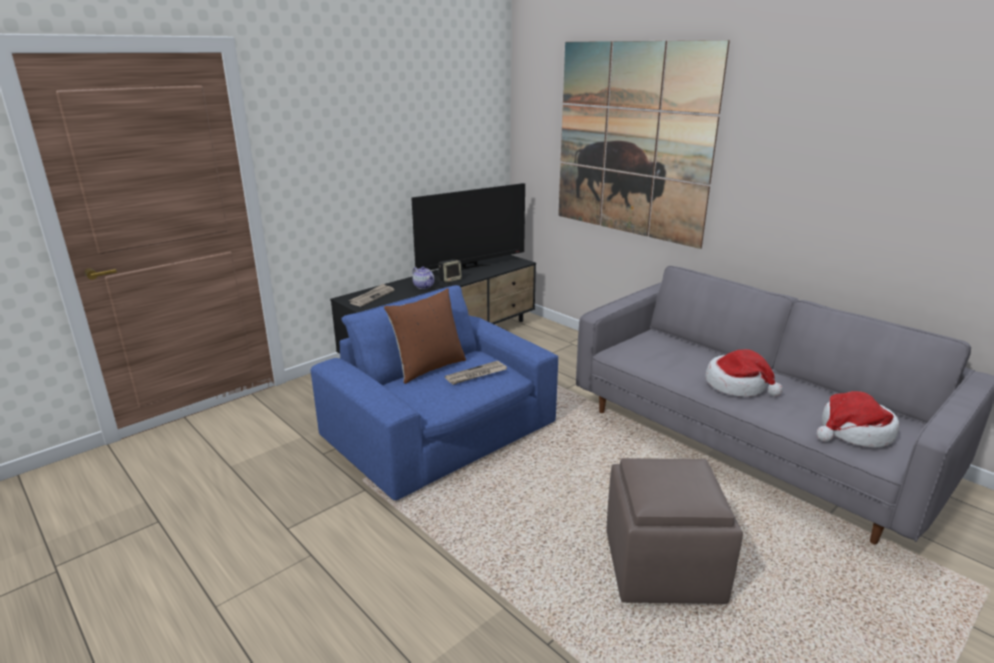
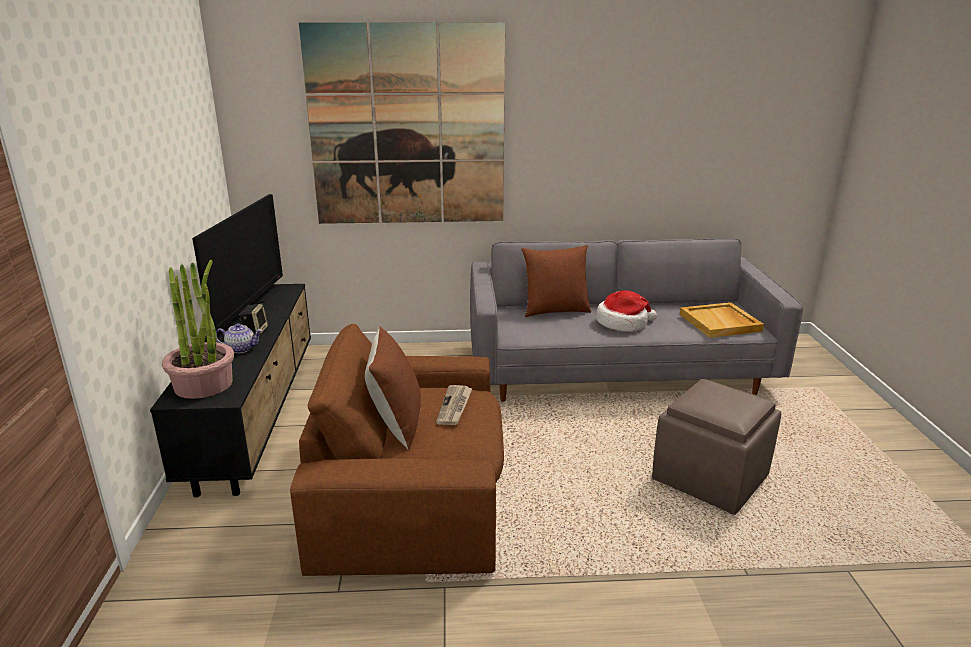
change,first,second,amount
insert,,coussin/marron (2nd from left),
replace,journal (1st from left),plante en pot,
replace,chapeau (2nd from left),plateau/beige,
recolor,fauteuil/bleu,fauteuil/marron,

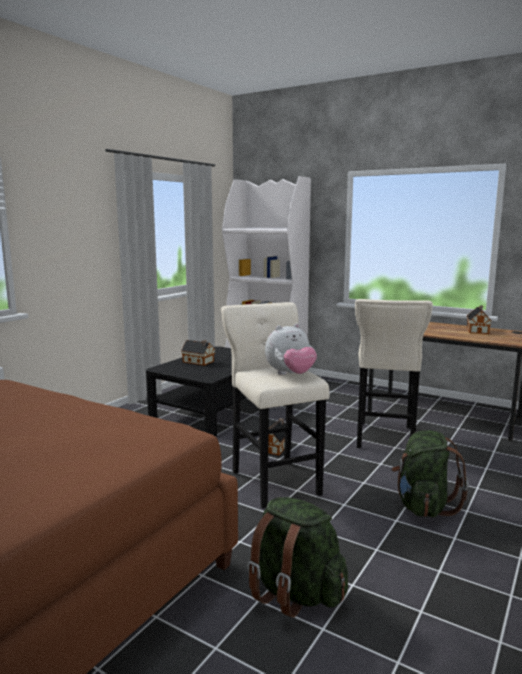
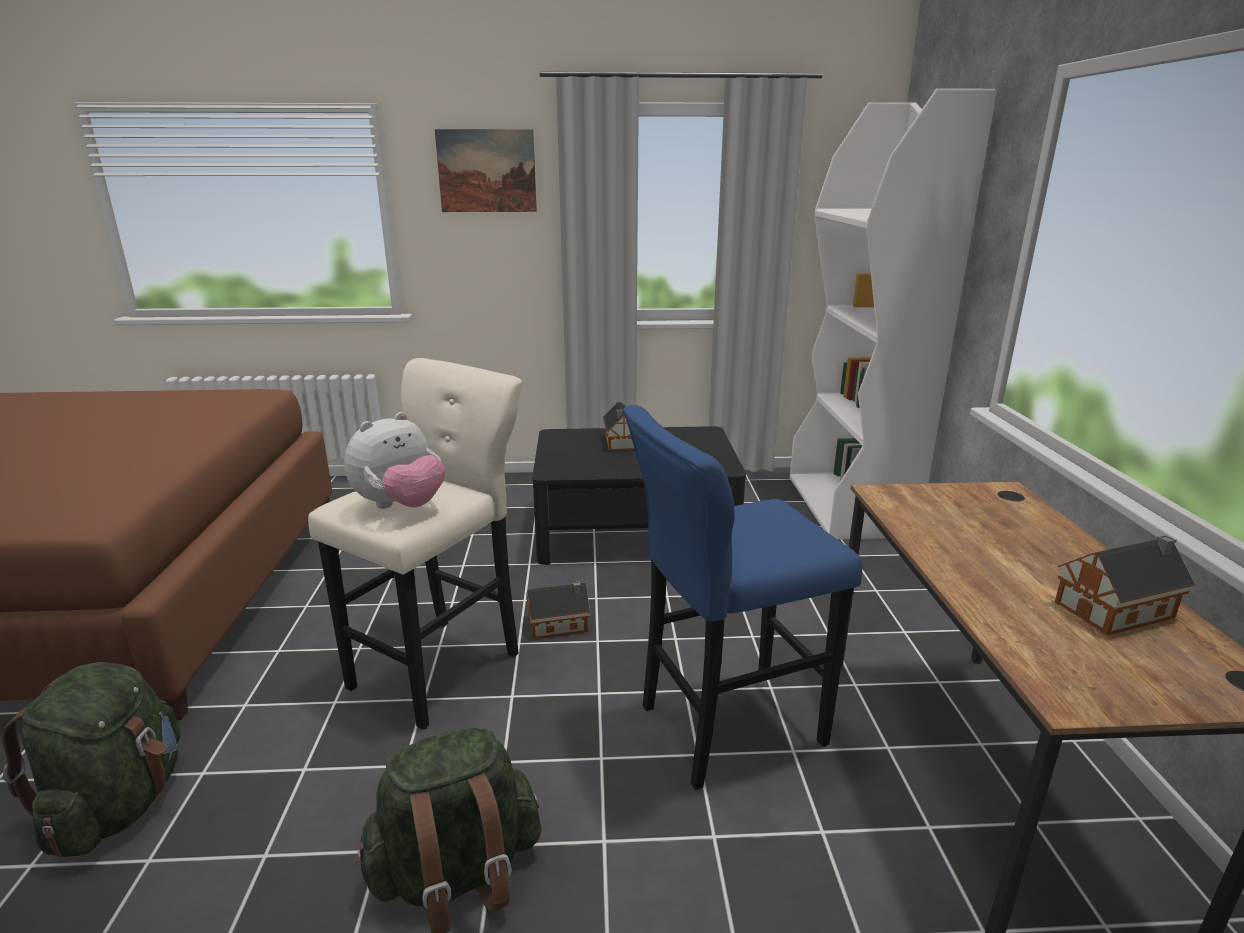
change,first,second,amount
insert,,tableau,
recolor,tabouret/beige (2nd from left),tabouret/bleu,
rotate,peluche,,75 degrees counterclockwise

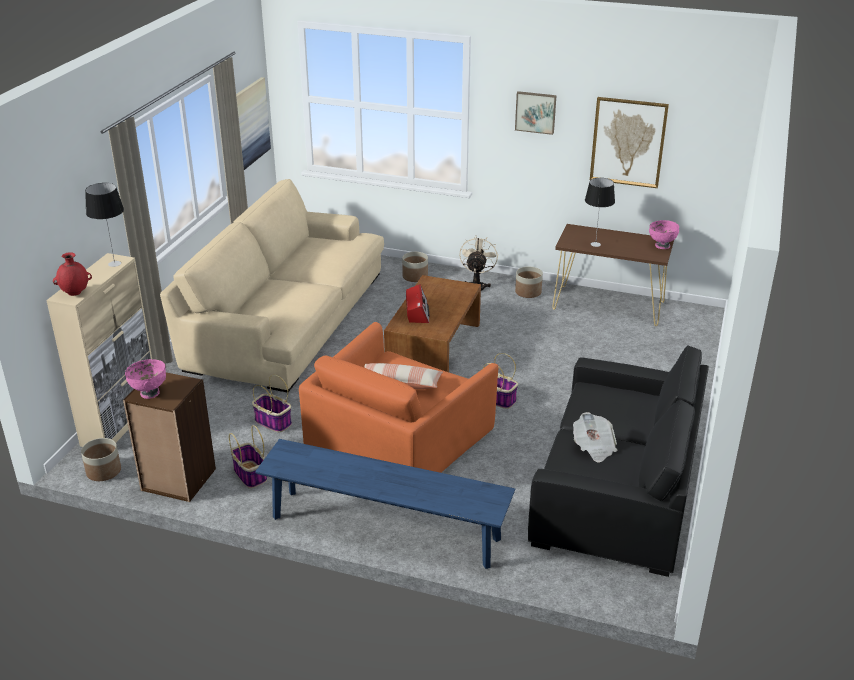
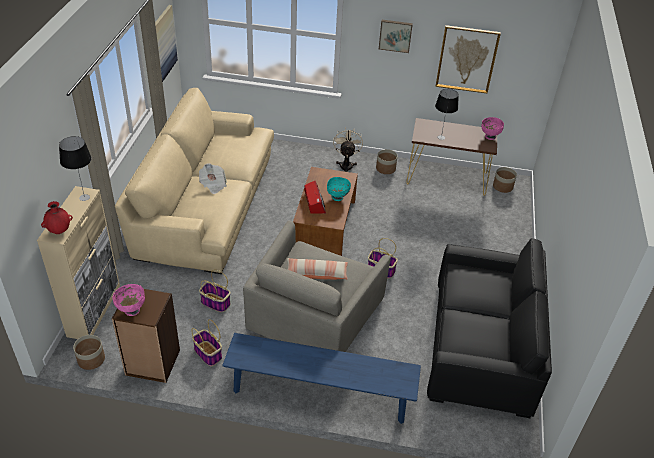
change,first,second,amount
insert,,bol/turquoise,
move,cache-pot (2nd from left in the first image),cache-pot (3rd from left),
move,journal,,
recolor,fauteuil/orange,fauteuil/gris,

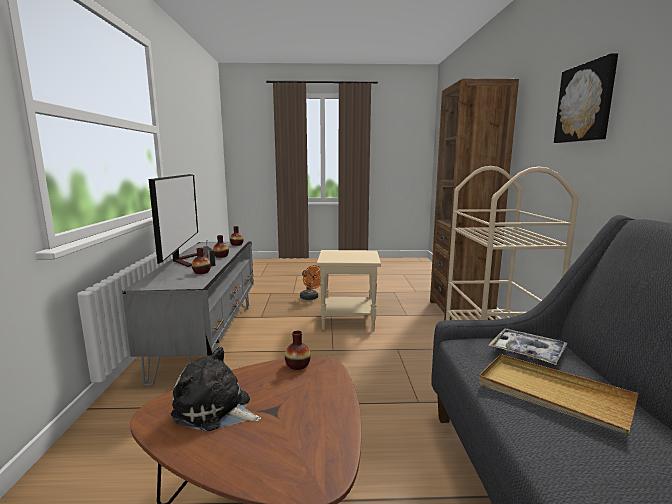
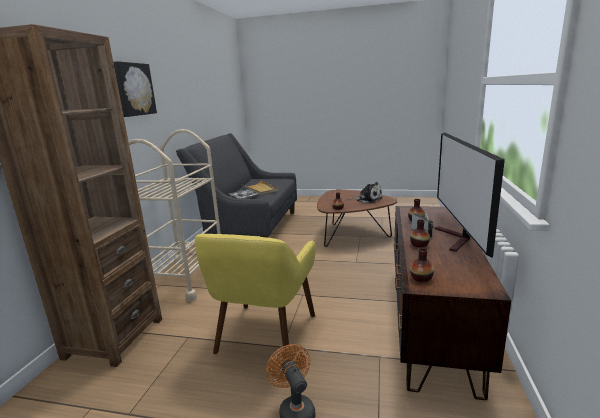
change,first,second,amount
replace,table d'appoint/beige,fauteuil/jaune,
recolor,meuble télé/gris,meuble télé/marron,

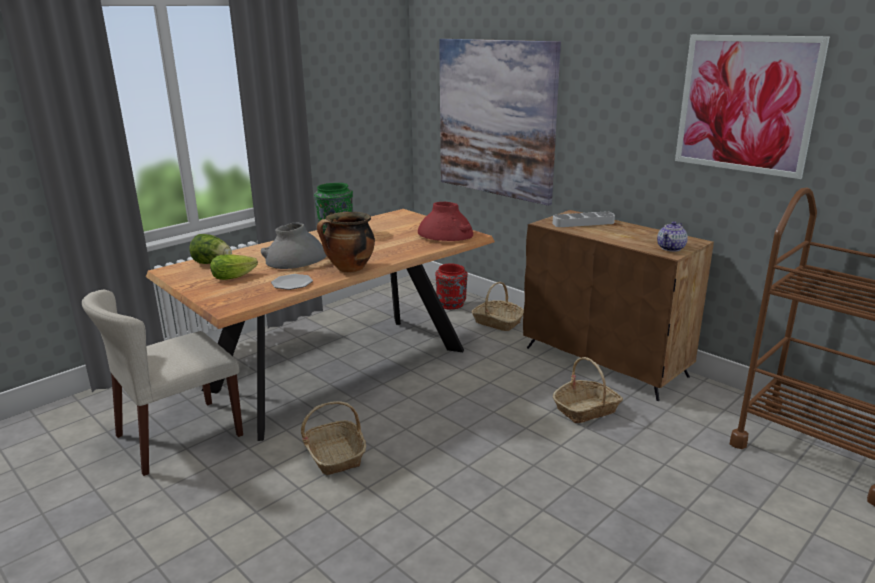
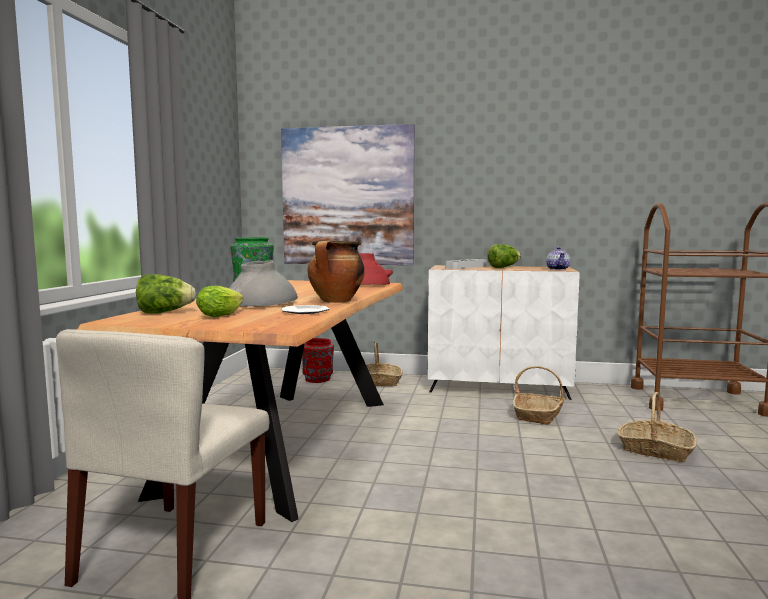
change,first,second,amount
delete,tableau (2nd from left),,
insert,,laitue (3rd from left),
move,panier (1st from left in the first image),panier (3rd from left),
recolor,meuble de rangement/marron,meuble de rangement/blanc,

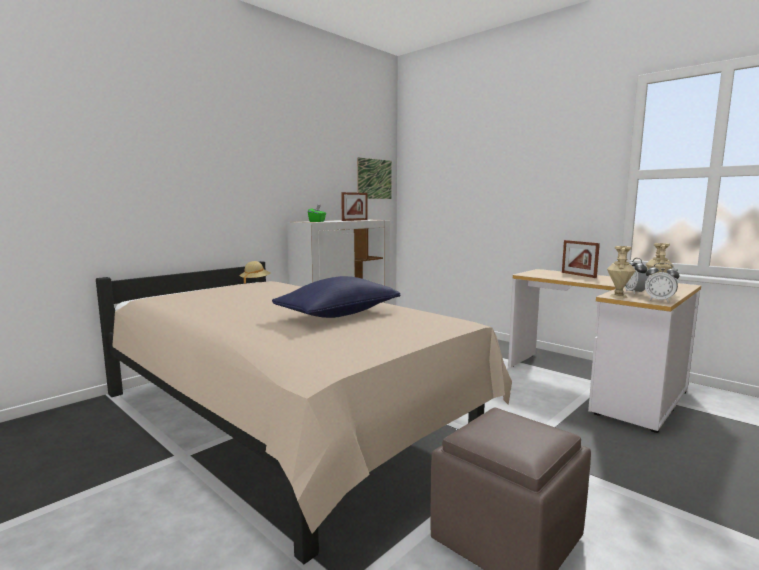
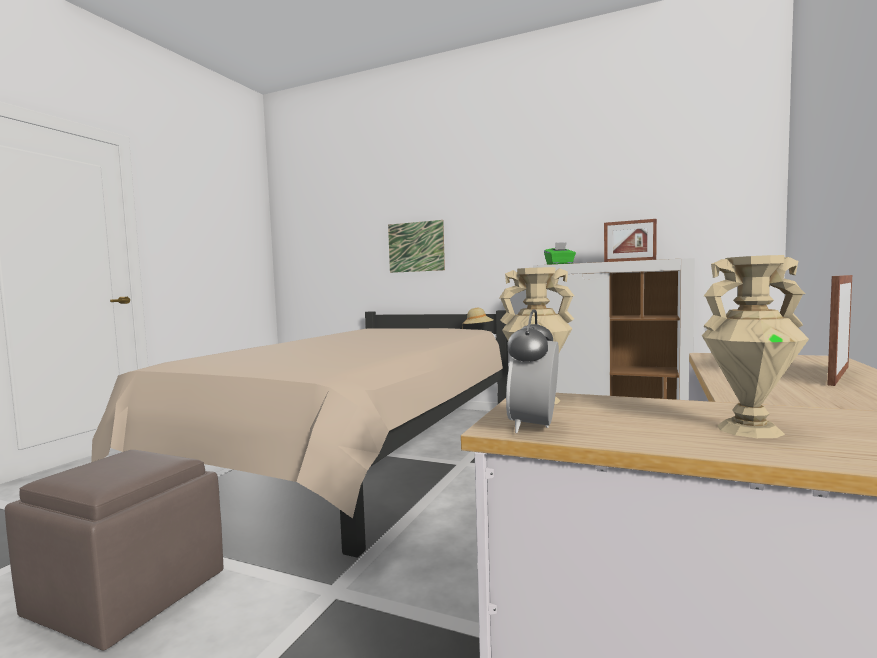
change,first,second,amount
delete,coussin/bleu,,
delete,réveil (1st from left),,
move,tableau,,

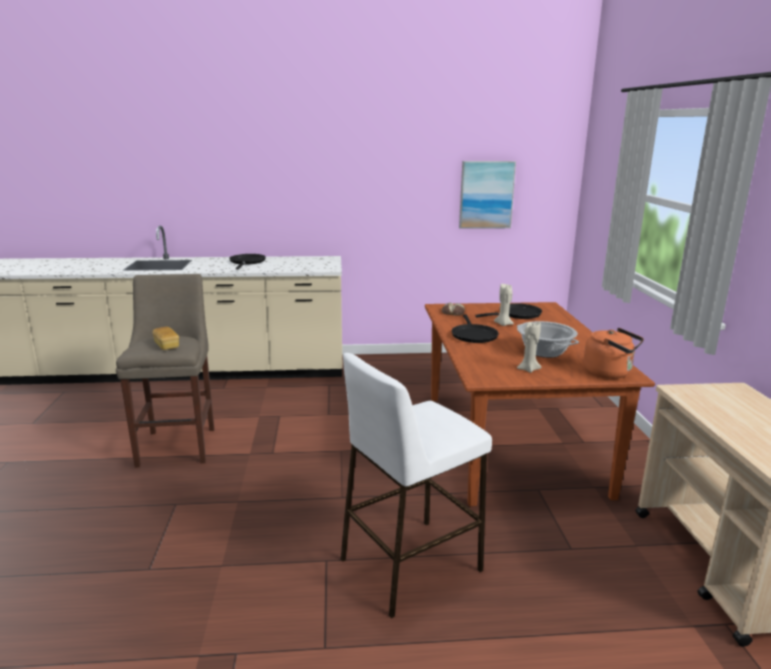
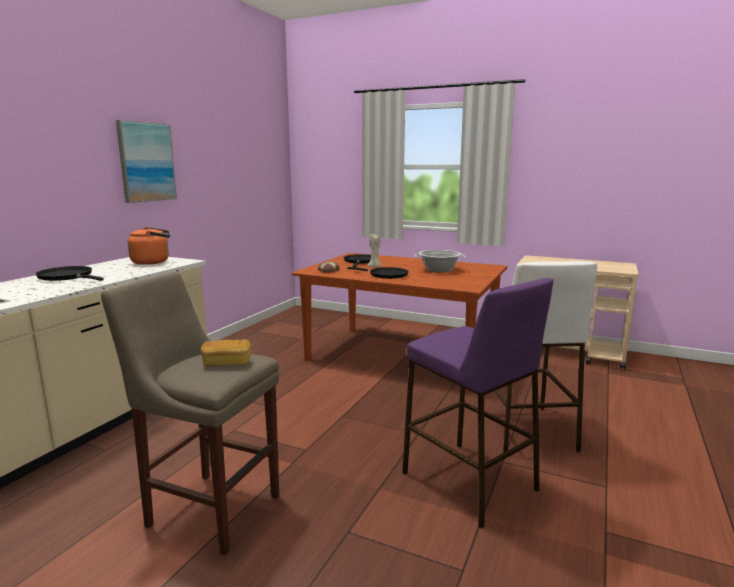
change,first,second,amount
delete,bougie/beige (2nd from left),,
insert,,tabouret/violet,
move,tableau,,
move,bouilloire/orange,,

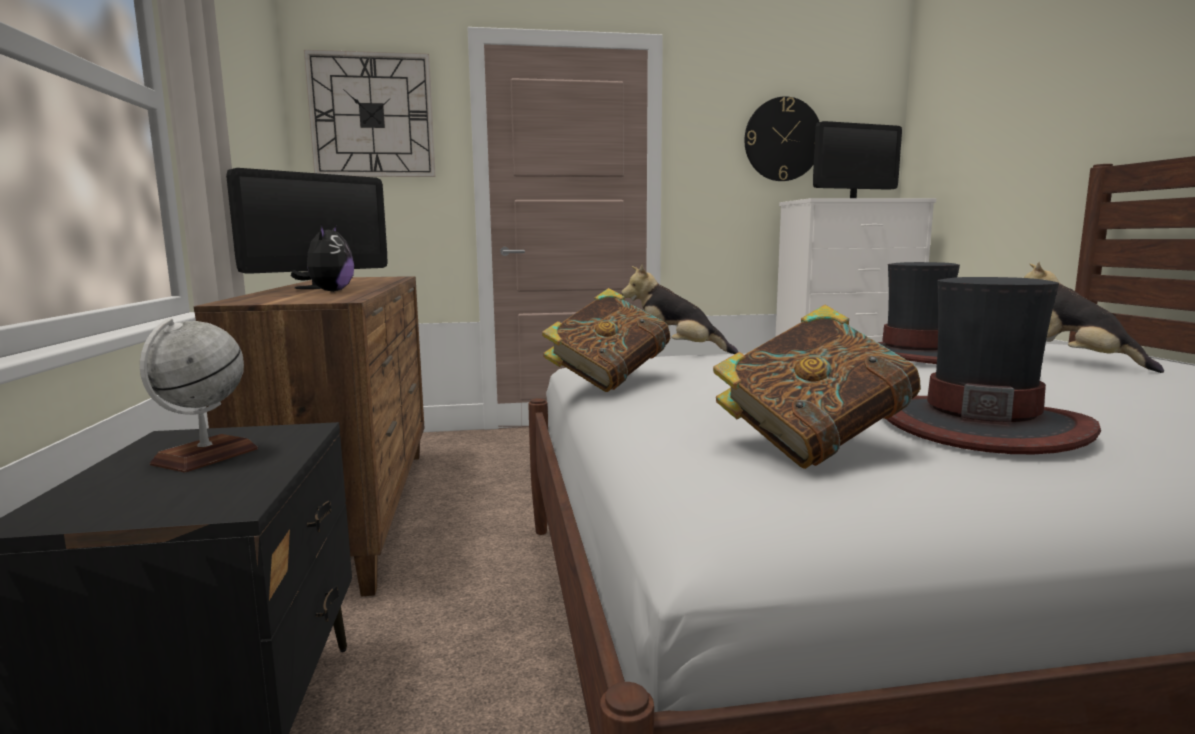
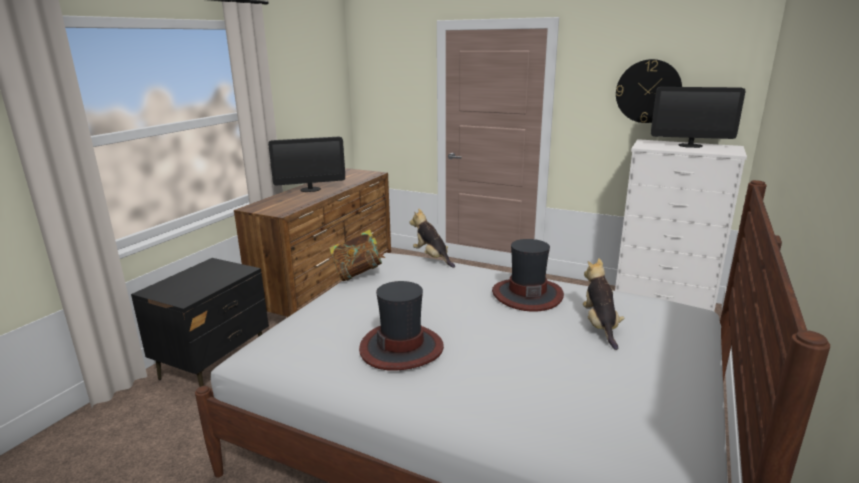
change,first,second,amount
delete,globe,,
delete,peluche (1st from left),,
delete,horloge murale (1st from left),,
delete,livre (2nd from left),,

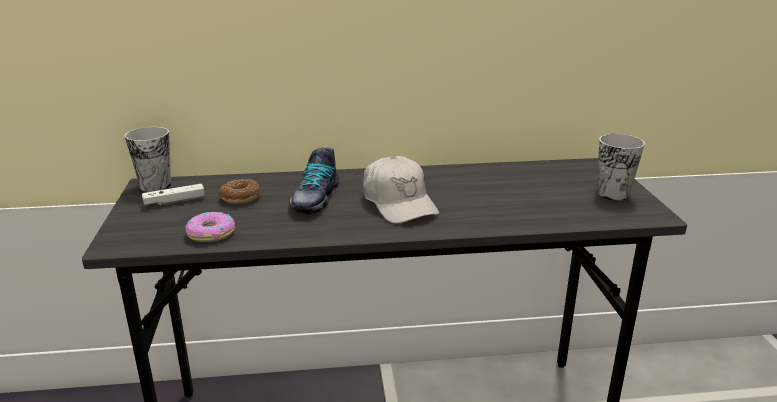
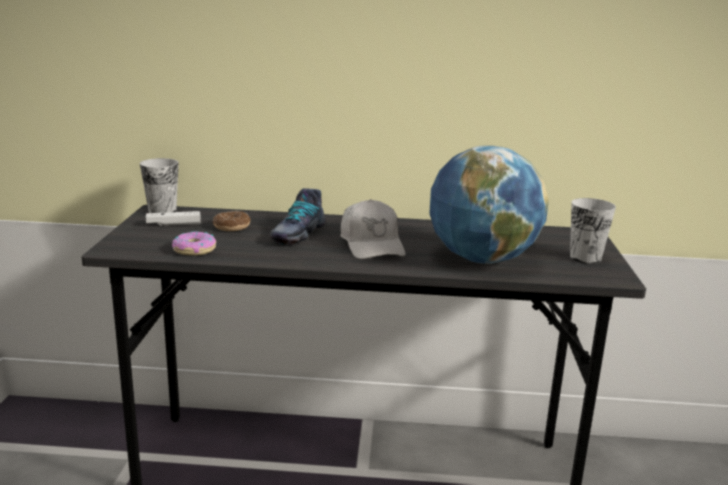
change,first,second,amount
insert,,globe,

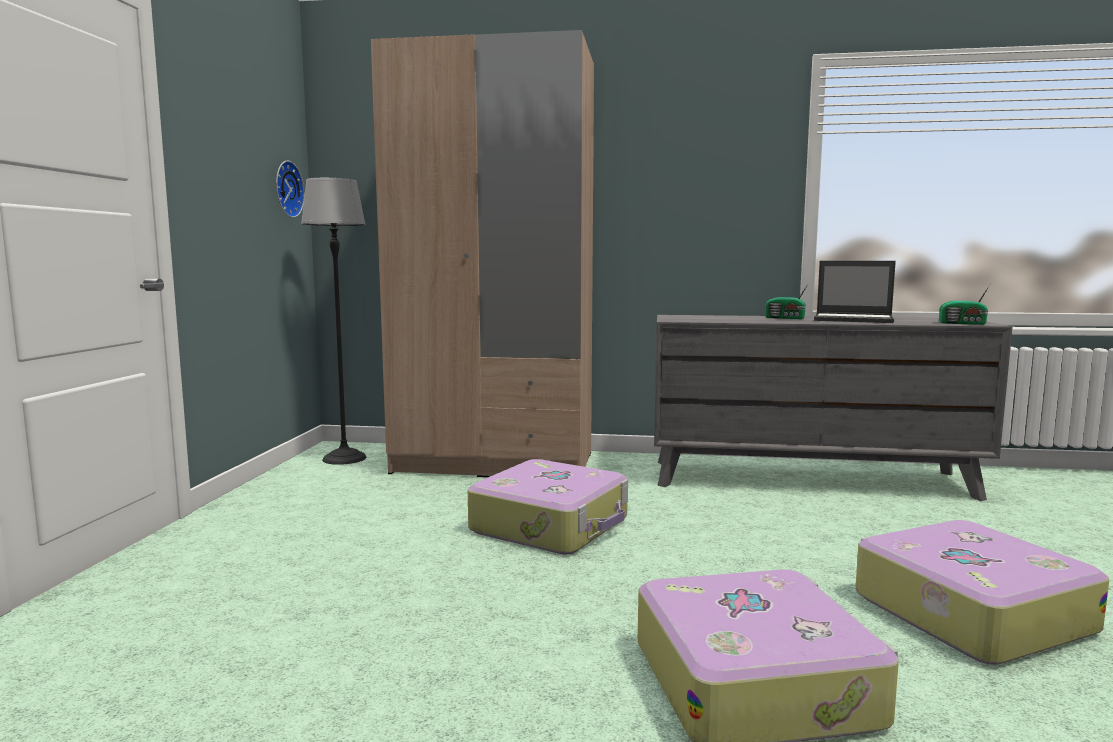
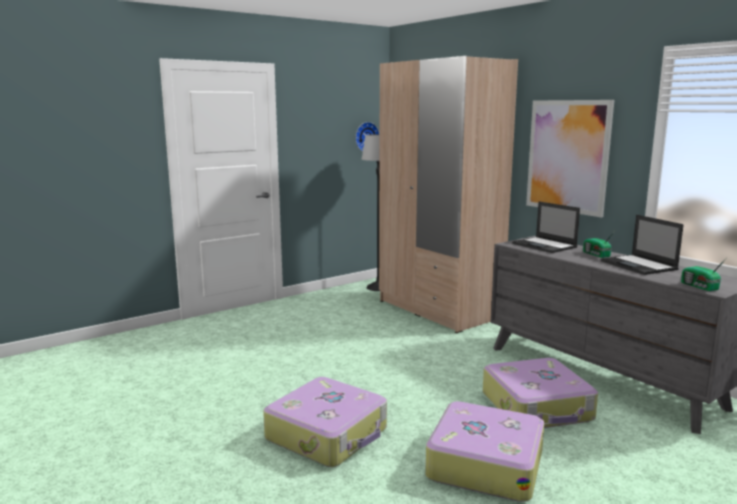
change,first,second,amount
insert,,ordinateur portable (1st from left),
insert,,tableau,
move,valise (1st from left in the first image),valise (3rd from left),

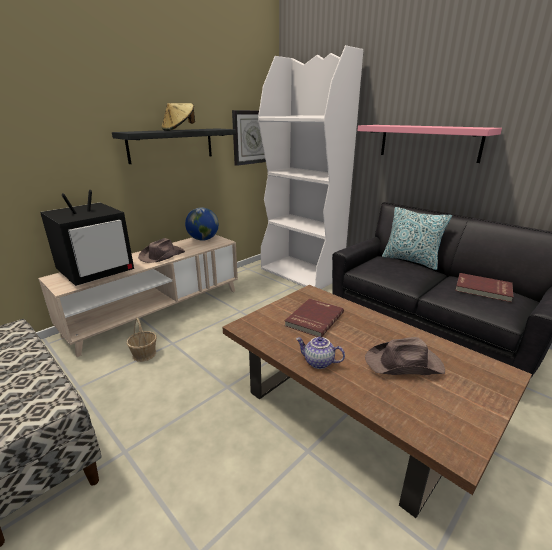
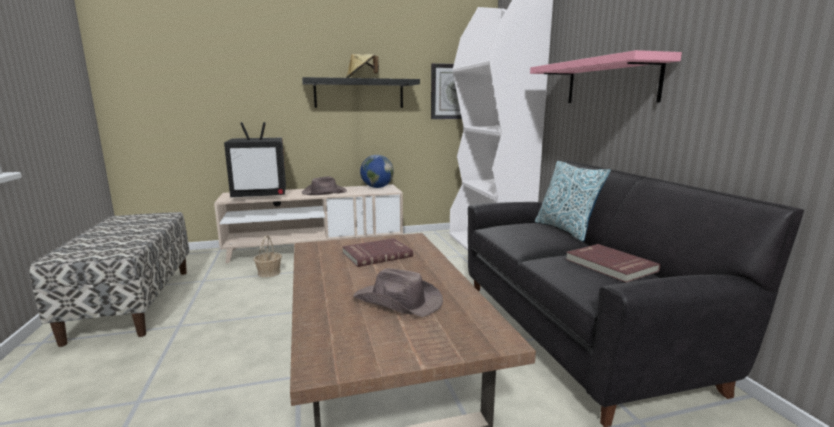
change,first,second,amount
delete,théière,,

